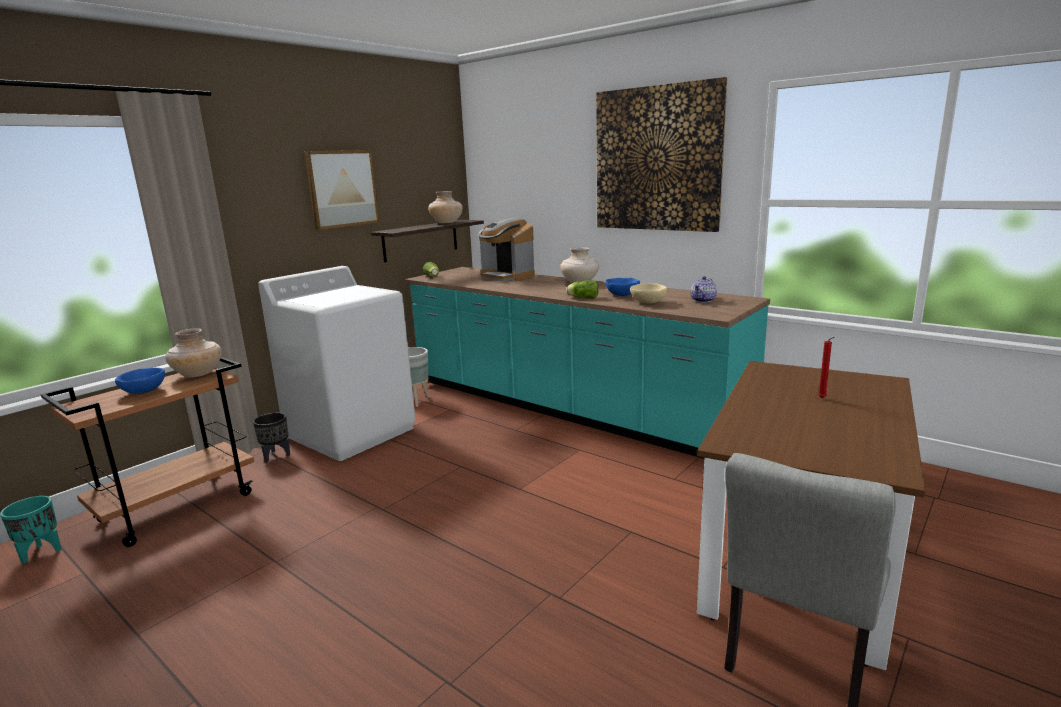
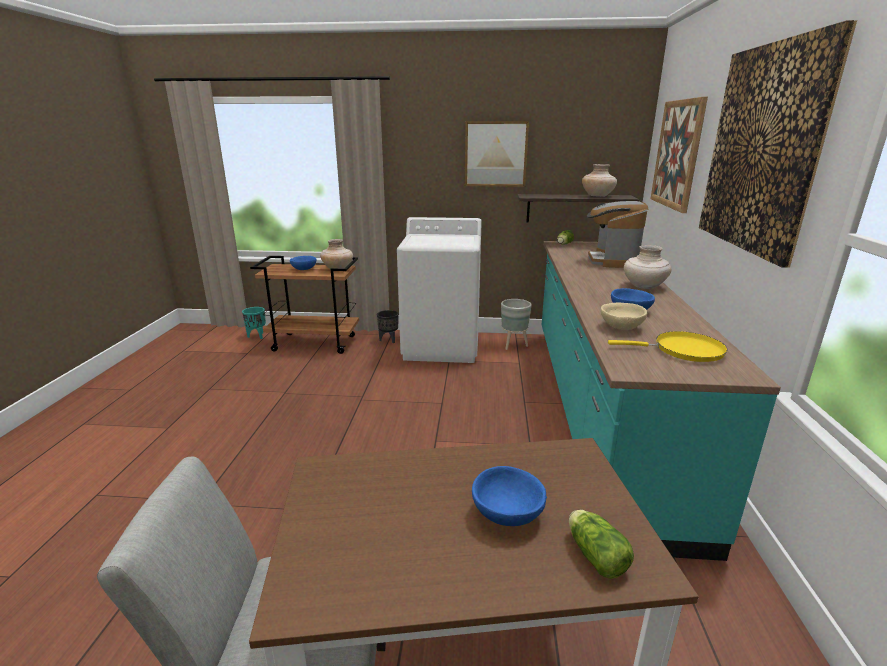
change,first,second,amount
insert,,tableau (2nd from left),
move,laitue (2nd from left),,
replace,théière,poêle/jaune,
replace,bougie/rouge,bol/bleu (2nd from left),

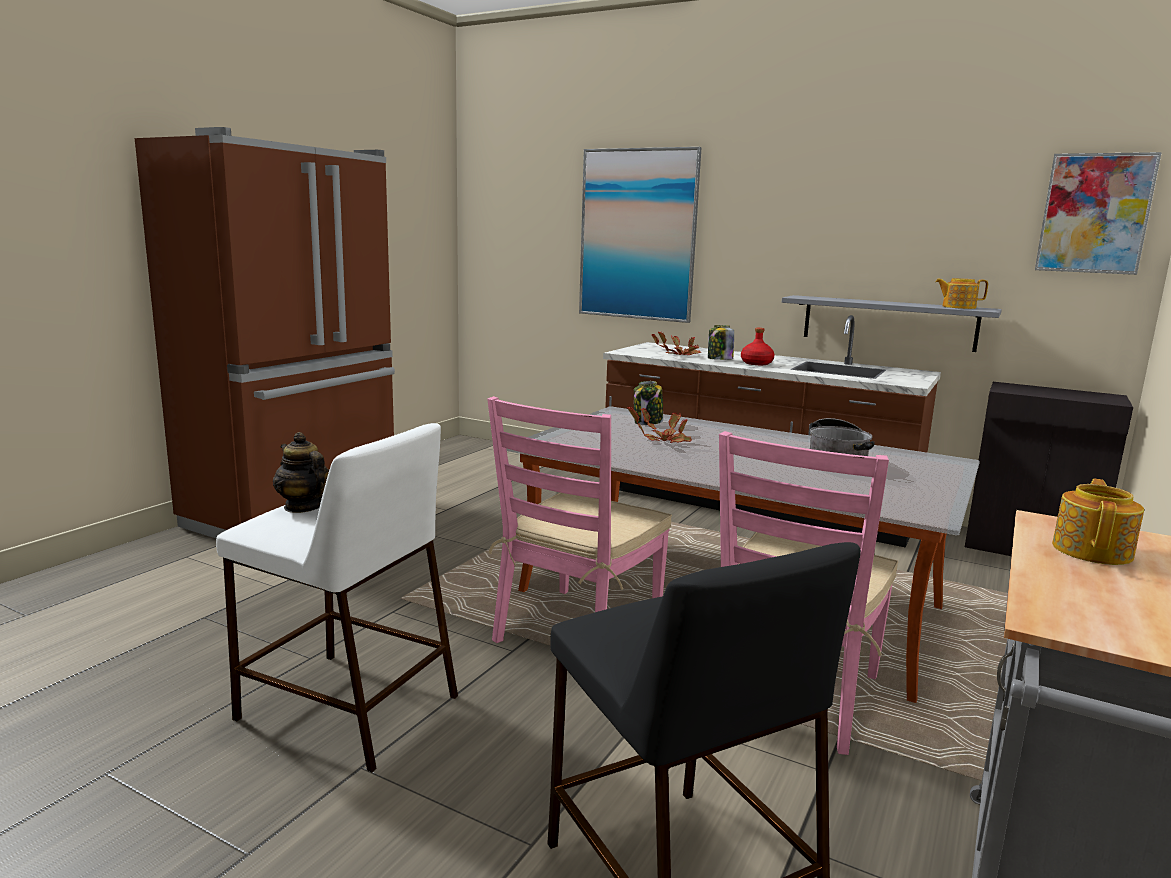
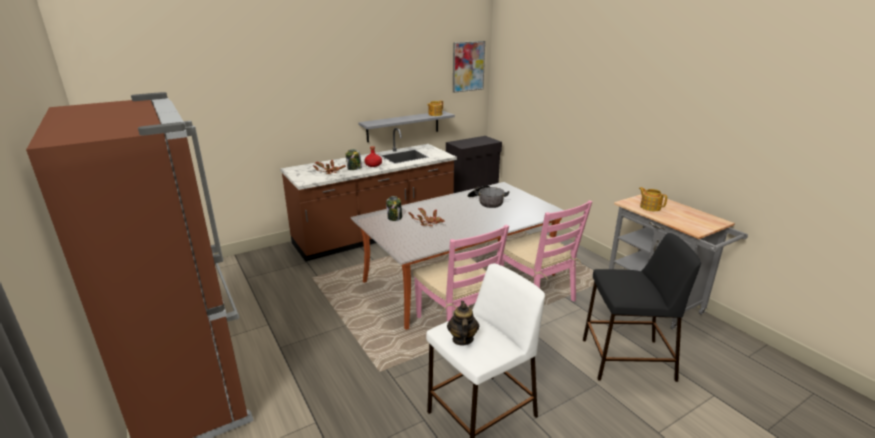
change,first,second,amount
delete,tableau (1st from left),,
rotate,théière (1st from left in the first image),théière (2nd from left),105 degrees clockwise

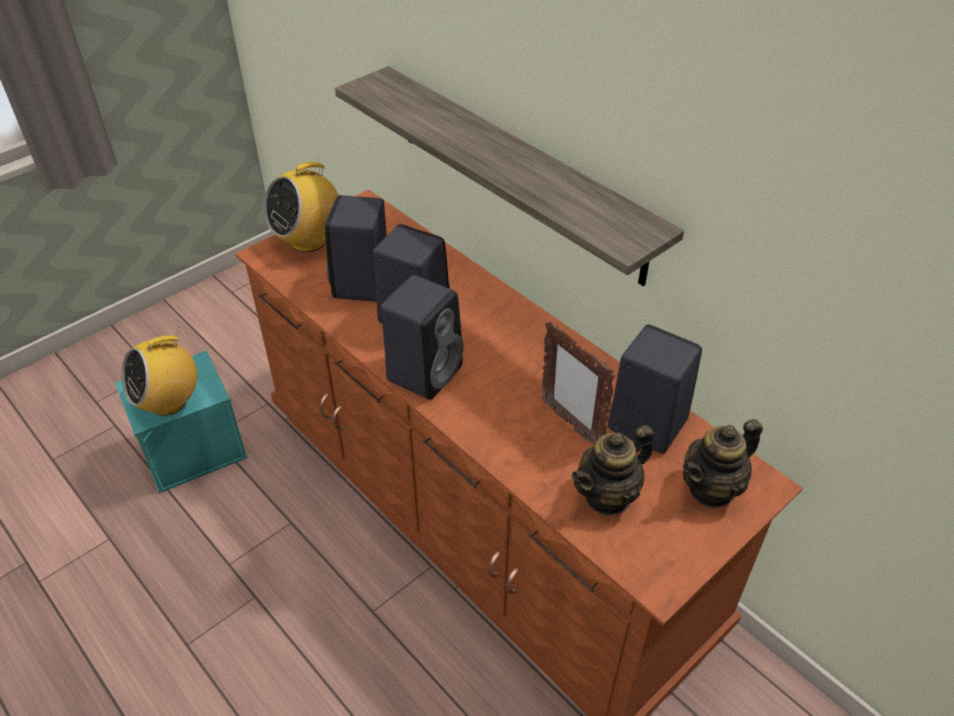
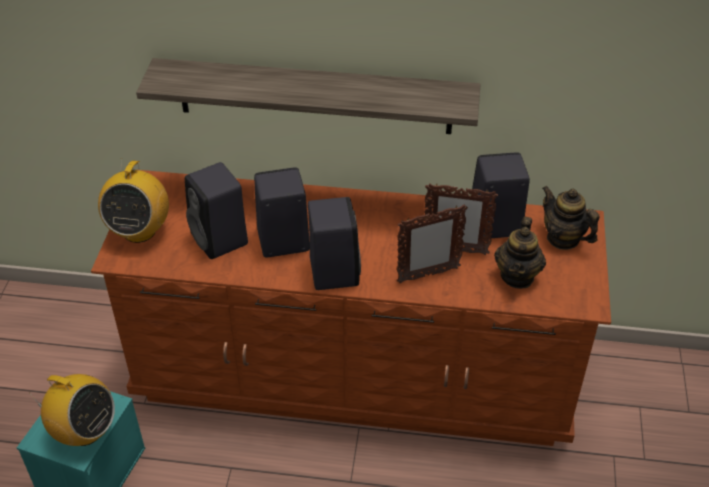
change,first,second,amount
insert,,cadre photo (1st from left),
rotate,radio (1st from left),,75 degrees counterclockwise
rotate,théière (2nd from left),,120 degrees clockwise

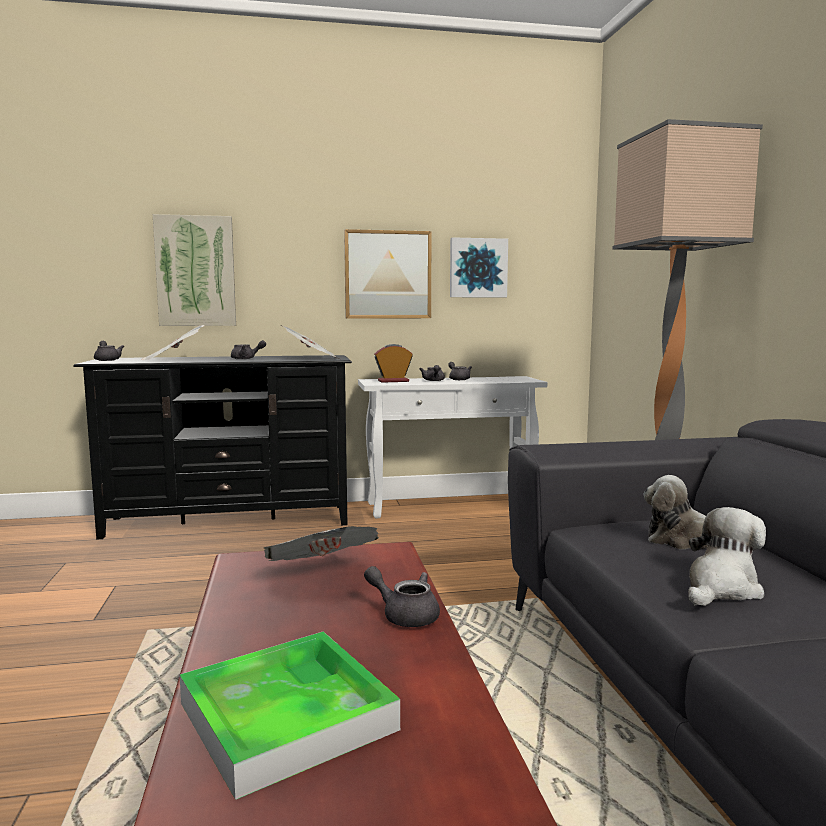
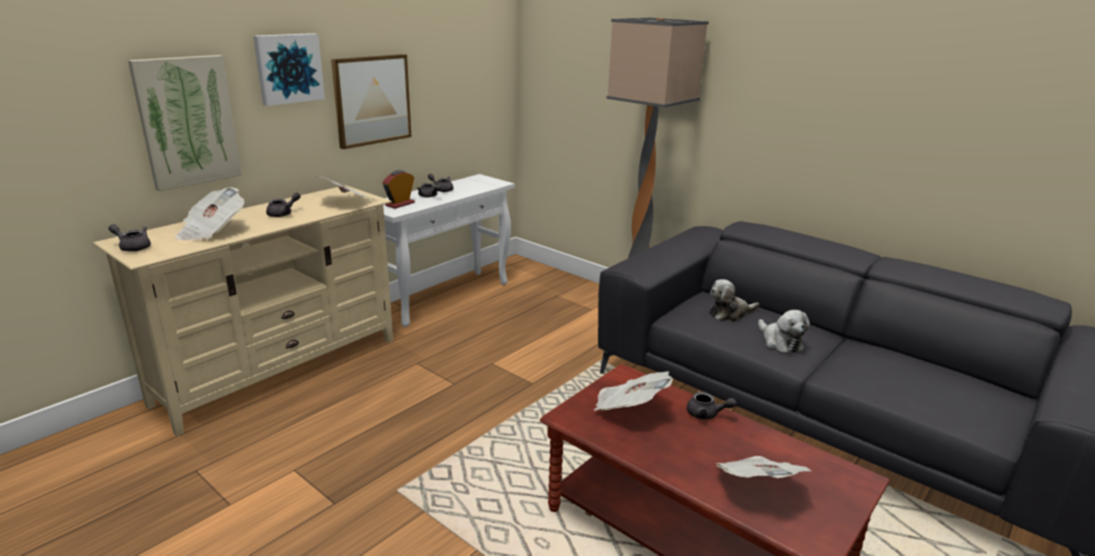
change,first,second,amount
move,tableau (3rd from left in the first image),tableau (2nd from left),
replace,plateau,journal (4th from left),
recolor,meuble télé/noir,meuble télé/beige,
rotate,théière/gris (3rd from left in the first image),théière/gris (5th from left),150 degrees counterclockwise
rotate,peluche (2nd from left),,150 degrees clockwise

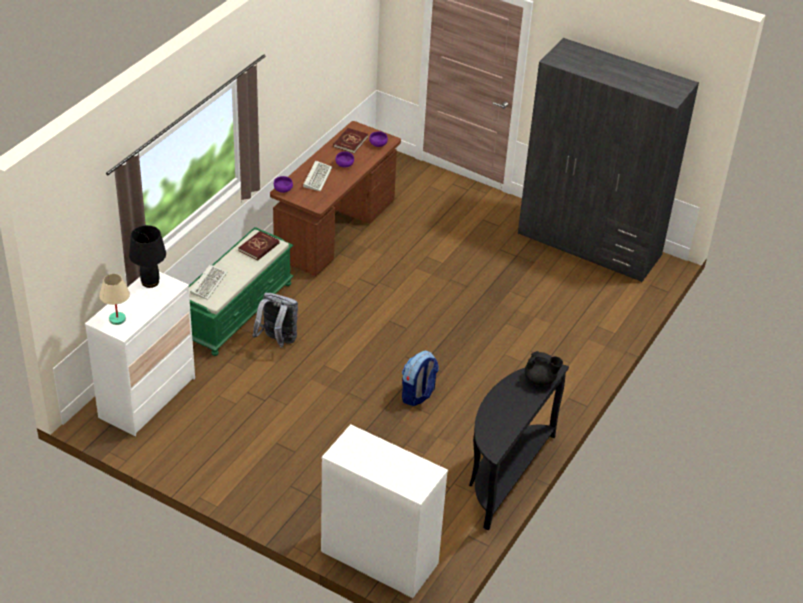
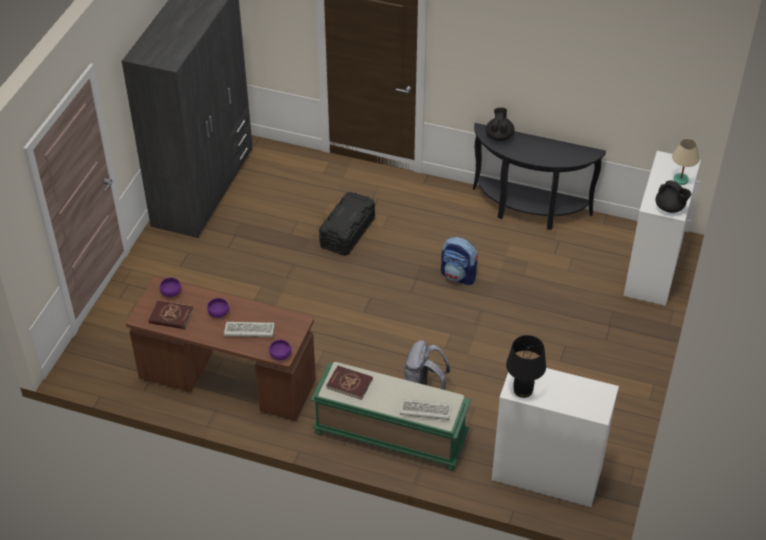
change,first,second,amount
insert,,boîte de rangement/noir,
insert,,théière/noir (2nd from left),
move,lampe de table/beige,,

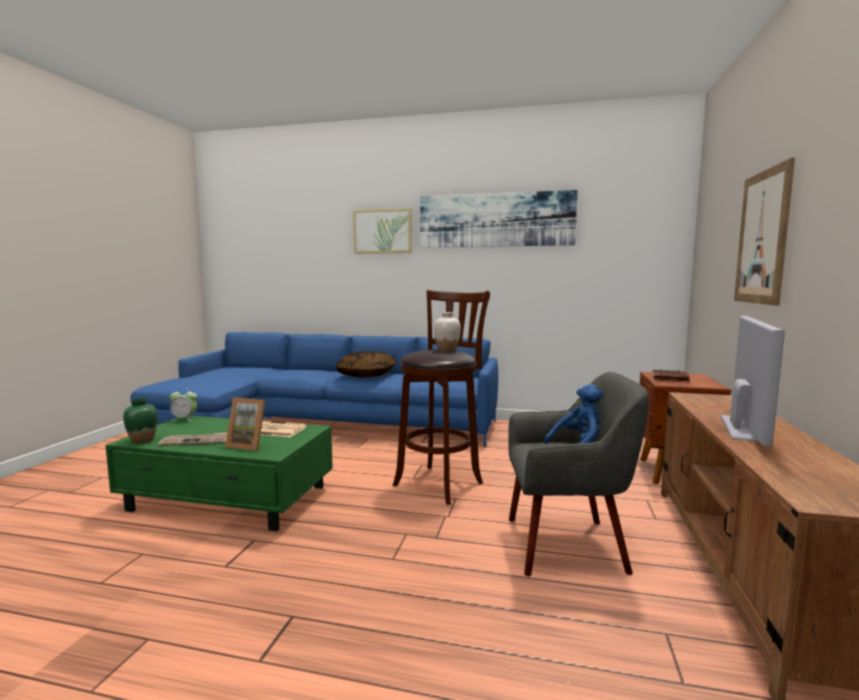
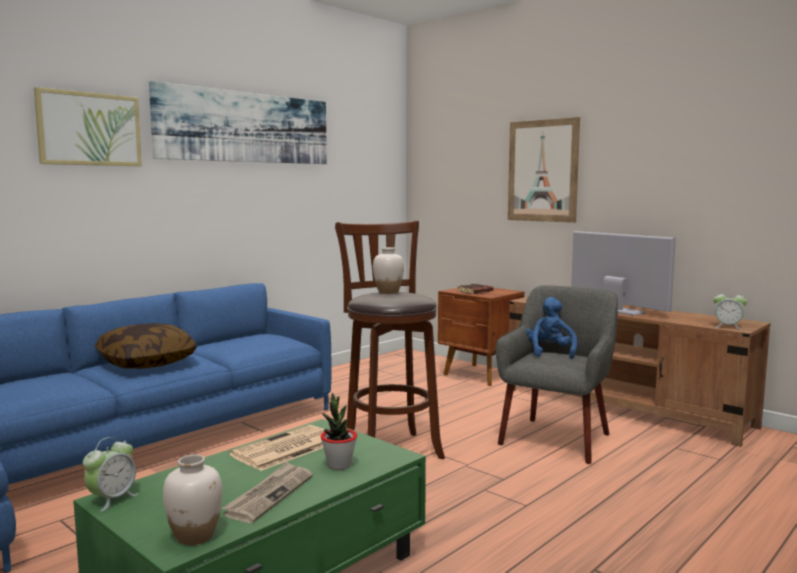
change,first,second,amount
insert,,réveil (2nd from left),
replace,cadre photo,plante en pot,
recolor,vase/vert,vase/blanc (1st from left),

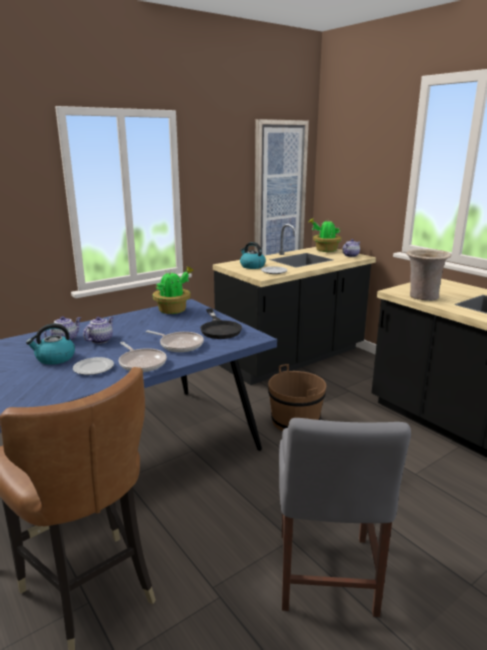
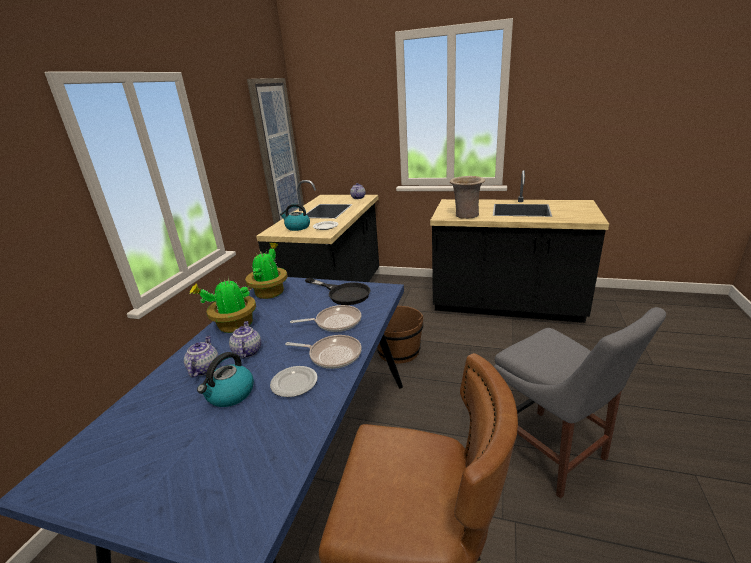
change,first,second,amount
move,plante en pot (2nd from left in the first image),plante en pot (1st from left),

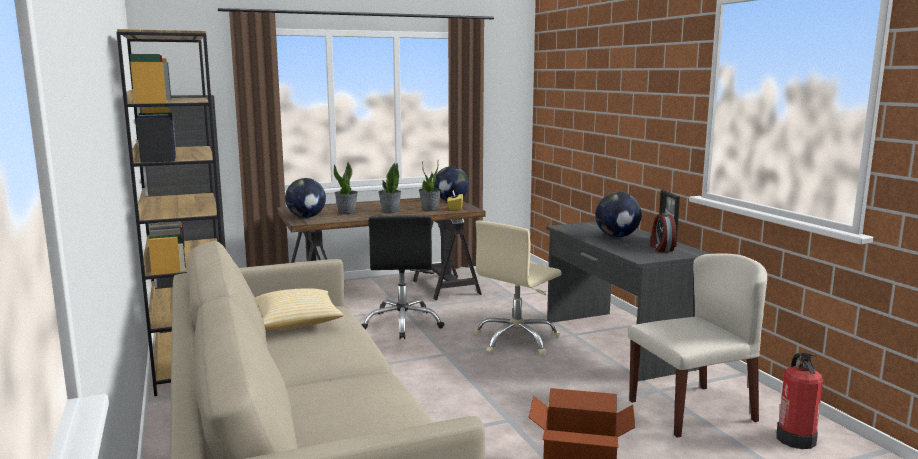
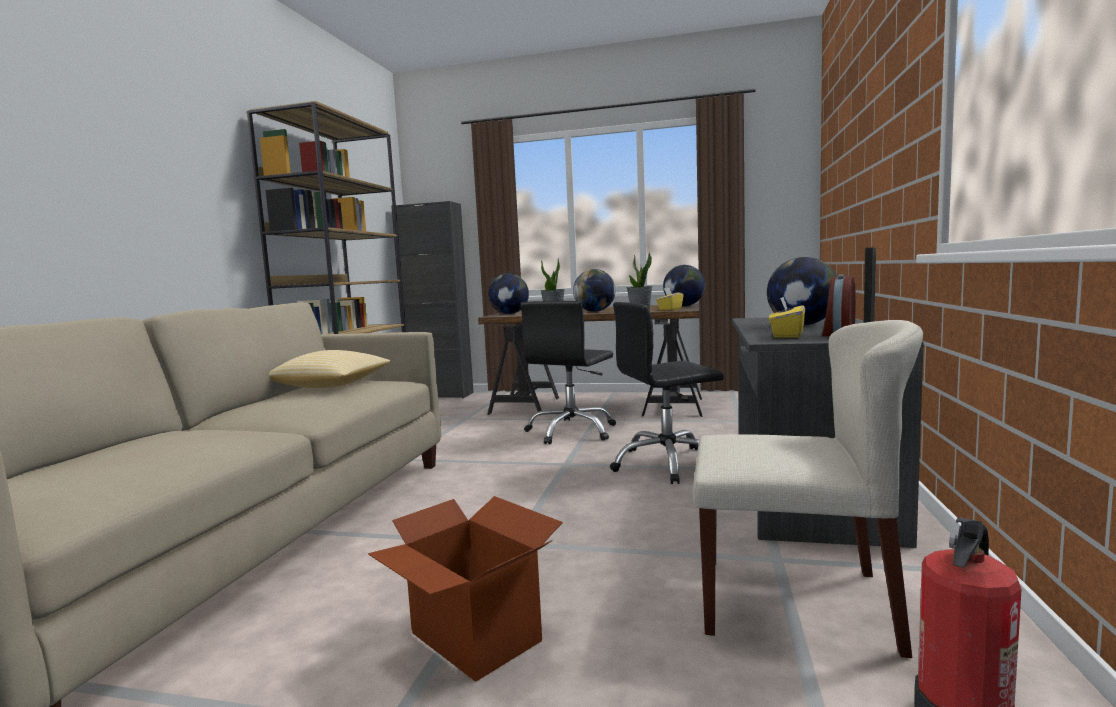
change,first,second,amount
insert,,boîte à mouchoirs/jaune (2nd from left),
replace,plante en pot (2nd from left),globe (2nd from left),
recolor,chaise de bureau/beige,chaise de bureau/noir (2nd from left),

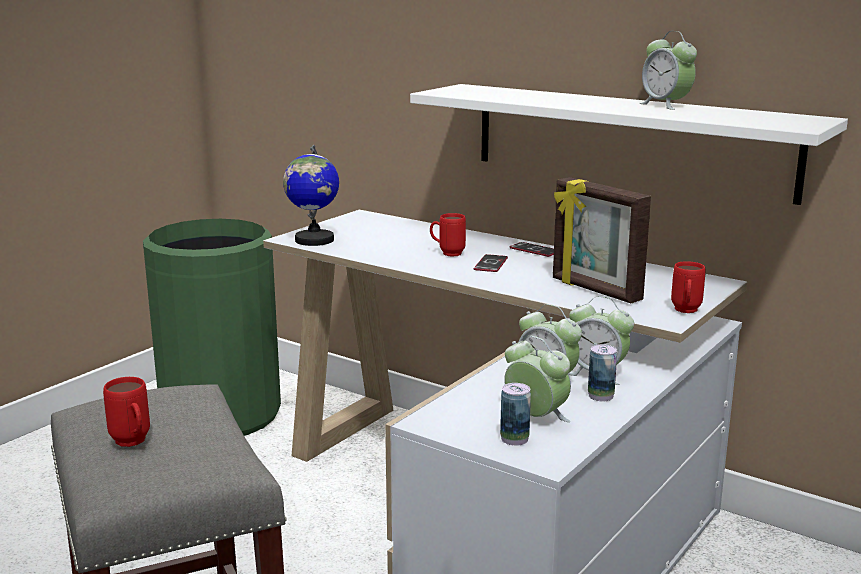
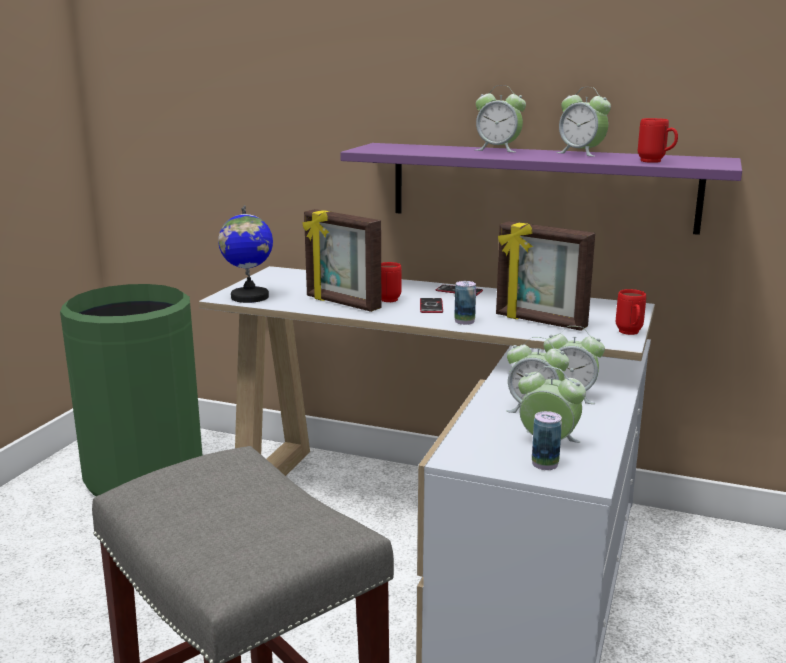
change,first,second,amount
insert,,cadre photo (1st from left),
insert,,réveil (1st from left),
move,mug/rouge (1st from left in the first image),mug/rouge (3rd from left),
move,boîte métallique (2nd from left in the first image),boîte métallique (1st from left),
recolor,étagère/blanc,étagère/violet,

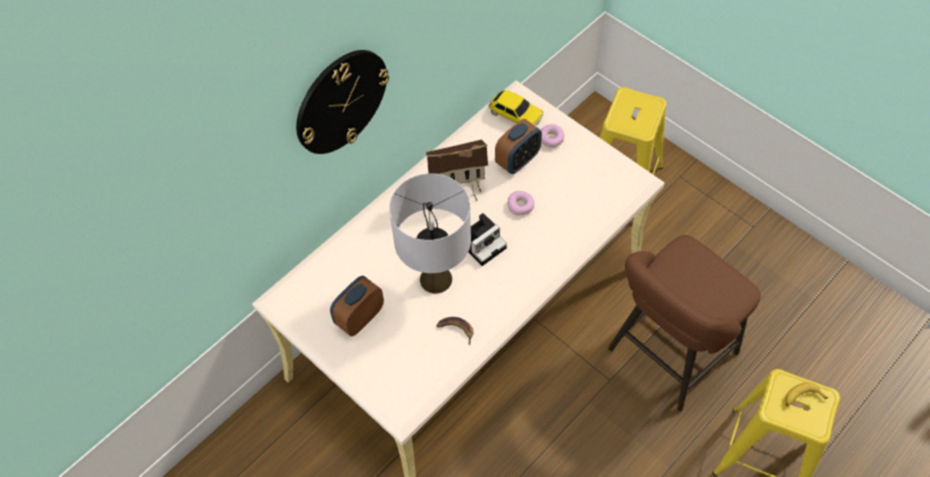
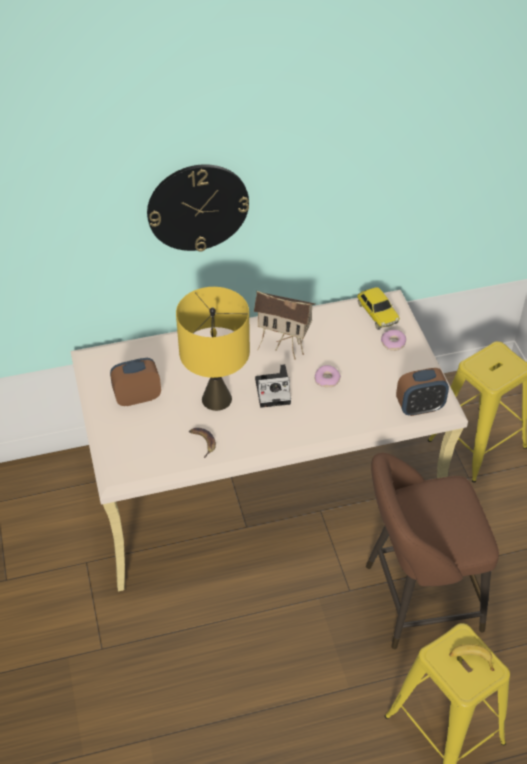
change,first,second,amount
move,réveil (2nd from left),,
recolor,lampe de table/gris,lampe de table/jaune,

